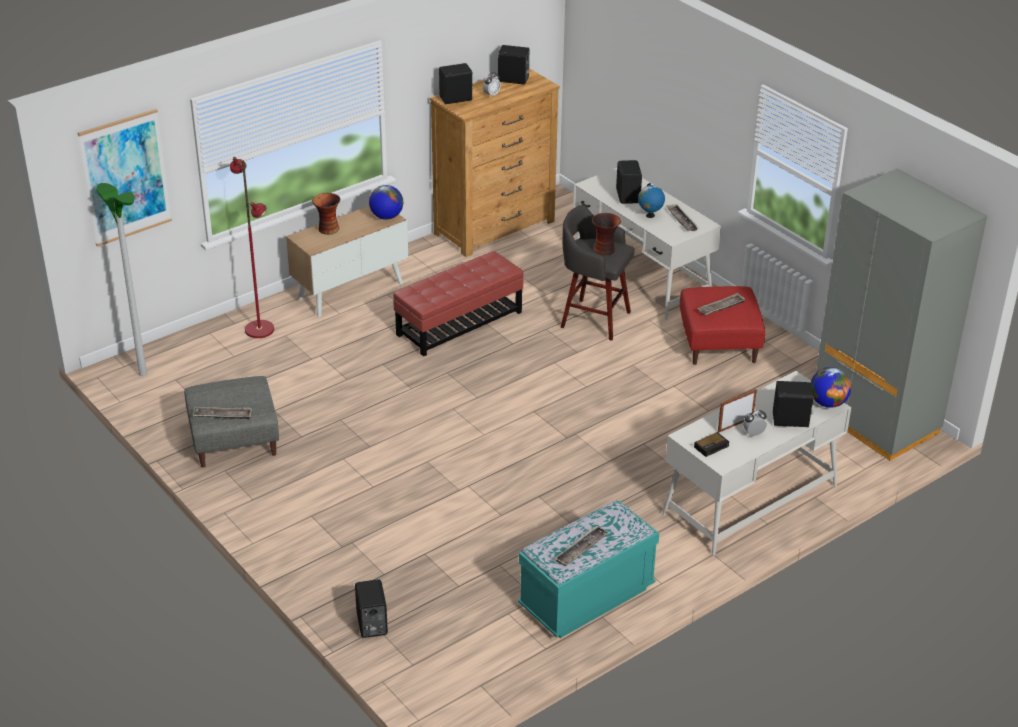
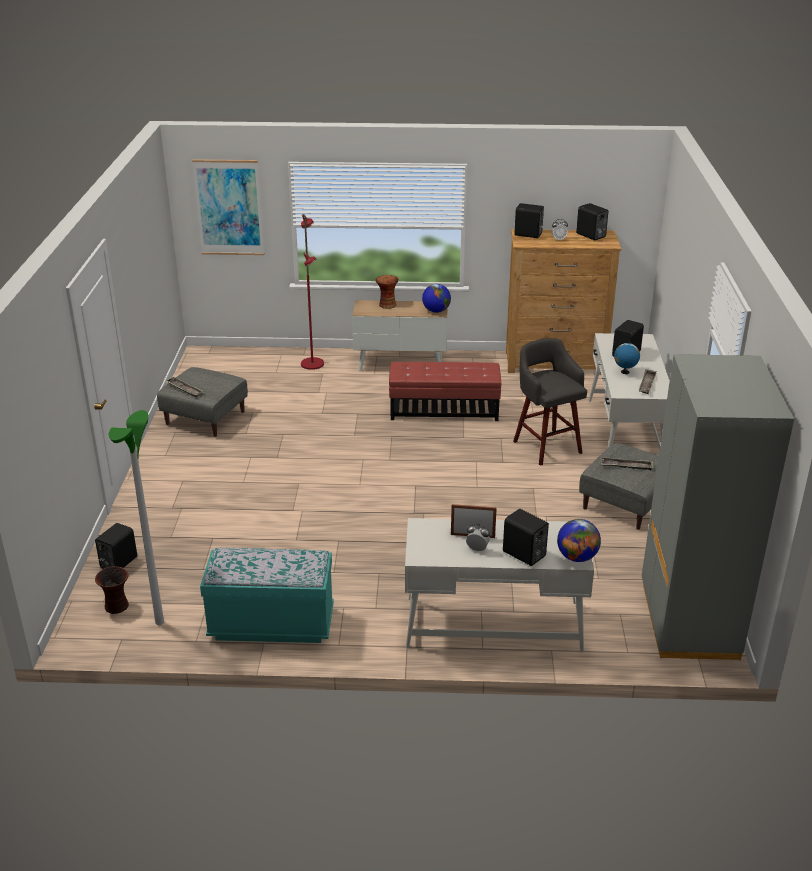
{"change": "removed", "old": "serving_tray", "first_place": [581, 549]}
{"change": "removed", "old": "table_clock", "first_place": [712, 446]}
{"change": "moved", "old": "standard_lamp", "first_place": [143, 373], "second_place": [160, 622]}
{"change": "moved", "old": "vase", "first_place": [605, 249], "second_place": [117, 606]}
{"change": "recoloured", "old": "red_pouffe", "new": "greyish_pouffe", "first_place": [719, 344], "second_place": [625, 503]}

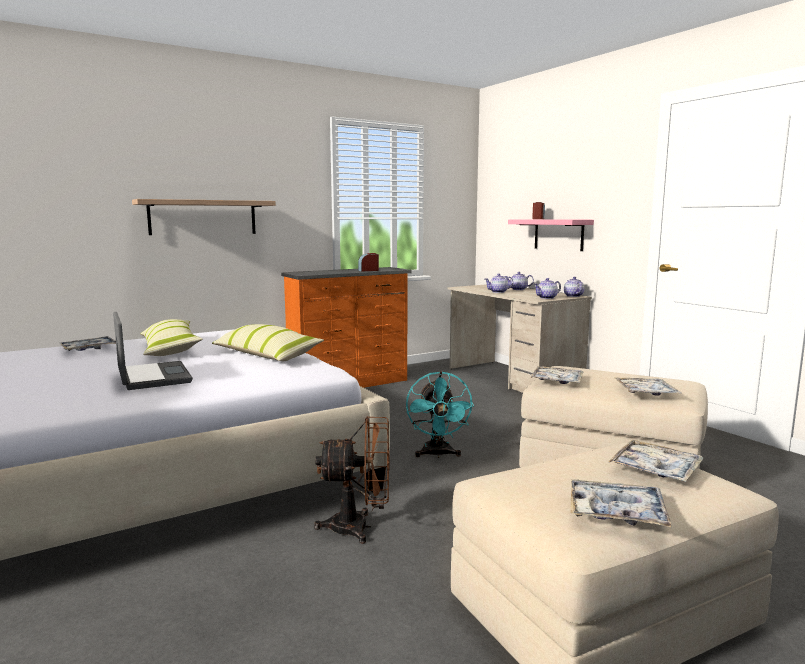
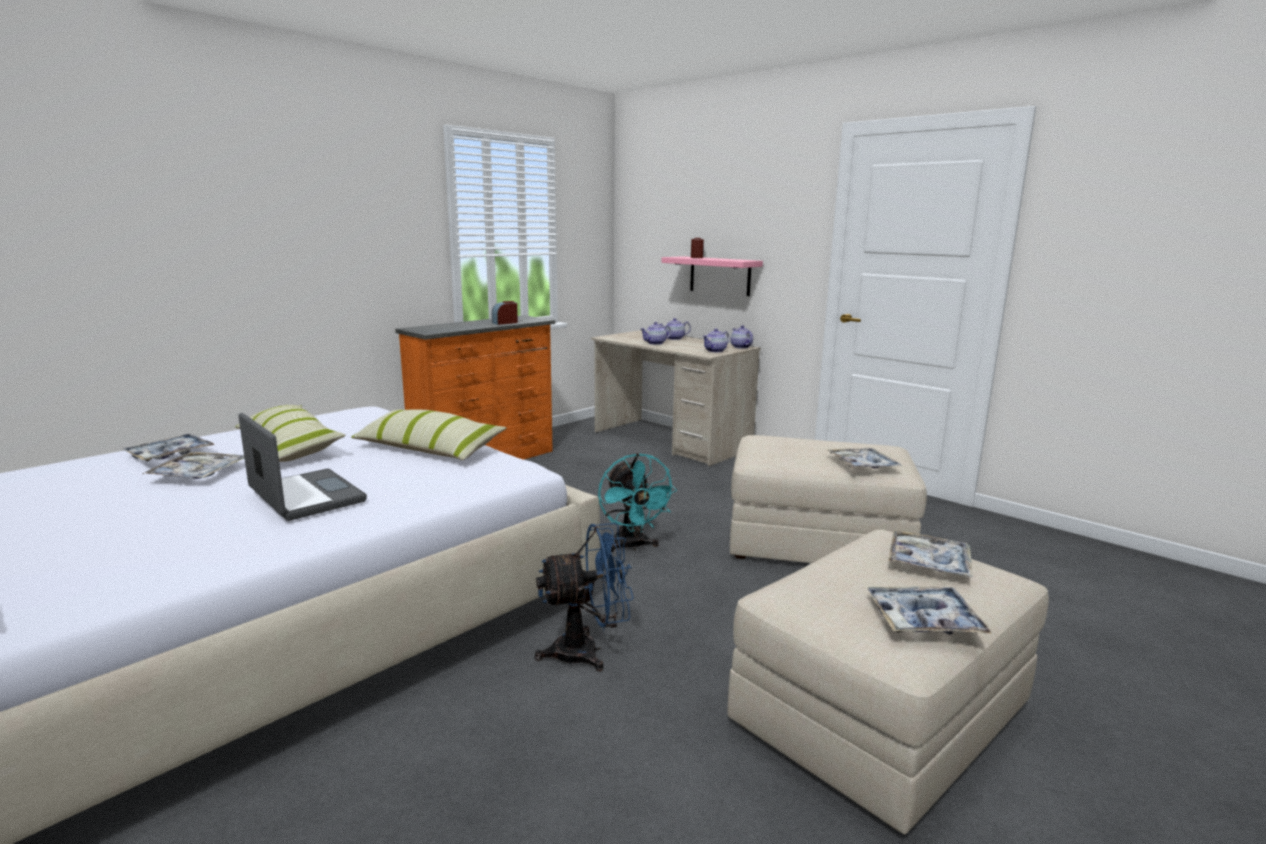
{"change": "removed", "old": "shelf", "first_place": [203, 217]}
{"change": "moved", "old": "serving_tray", "first_place": [557, 381], "second_place": [198, 474]}
{"change": "recoloured", "old": "brown_electric_fan", "new": "bluish_electric_fan", "first_place": [359, 527], "second_place": [587, 651]}

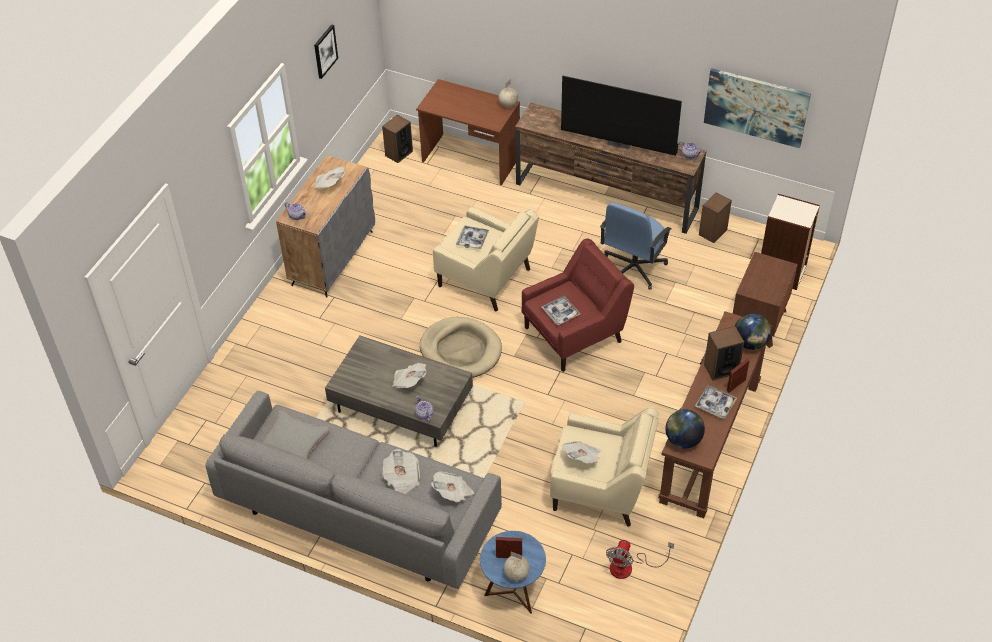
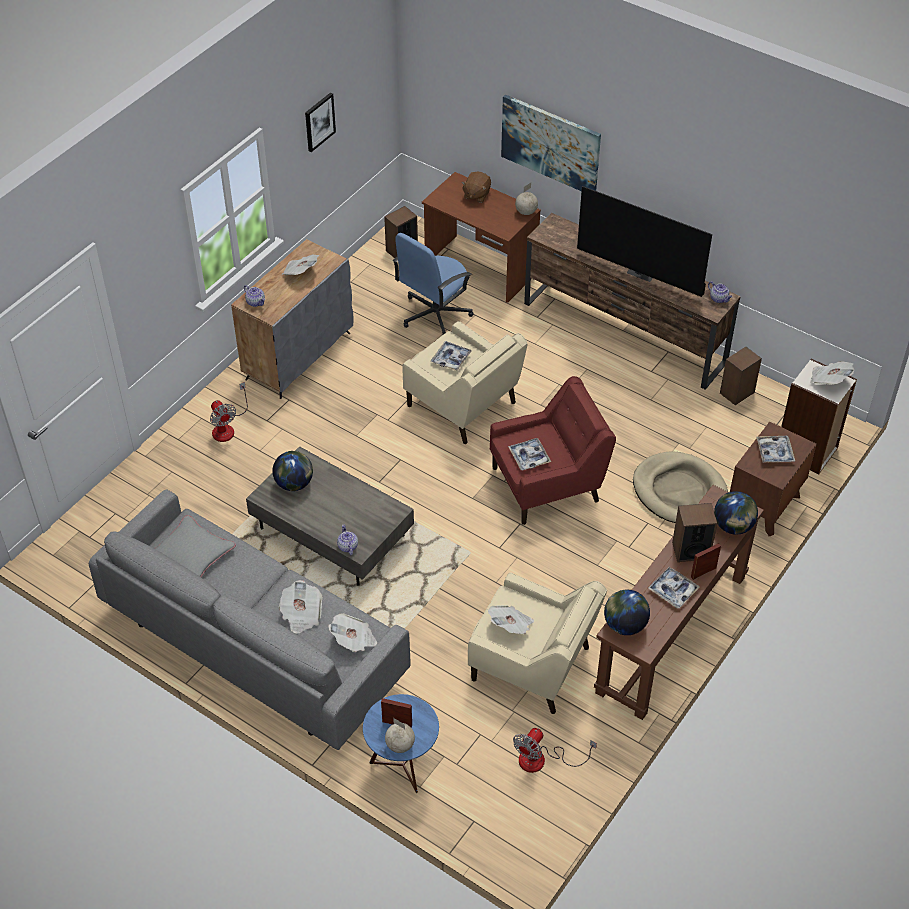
{"change": "added", "new": "electric_fan", "second_place": [227, 427]}
{"change": "added", "new": "globe", "second_place": [294, 483]}
{"change": "added", "new": "brown_soft_toy", "second_place": [476, 195]}
{"change": "added", "new": "serving_tray", "second_place": [774, 452]}
{"change": "moved", "old": "printed_paper", "first_place": [409, 381], "second_place": [829, 380]}
{"change": "moved", "old": "beige_pet_bed", "first_place": [461, 350], "second_place": [679, 491]}
{"change": "moved", "old": "bluish_desk_chair", "first_place": [633, 268], "second_place": [434, 314]}
{"change": "moved", "old": "wall_art", "first_place": [756, 107], "second_place": [550, 144]}

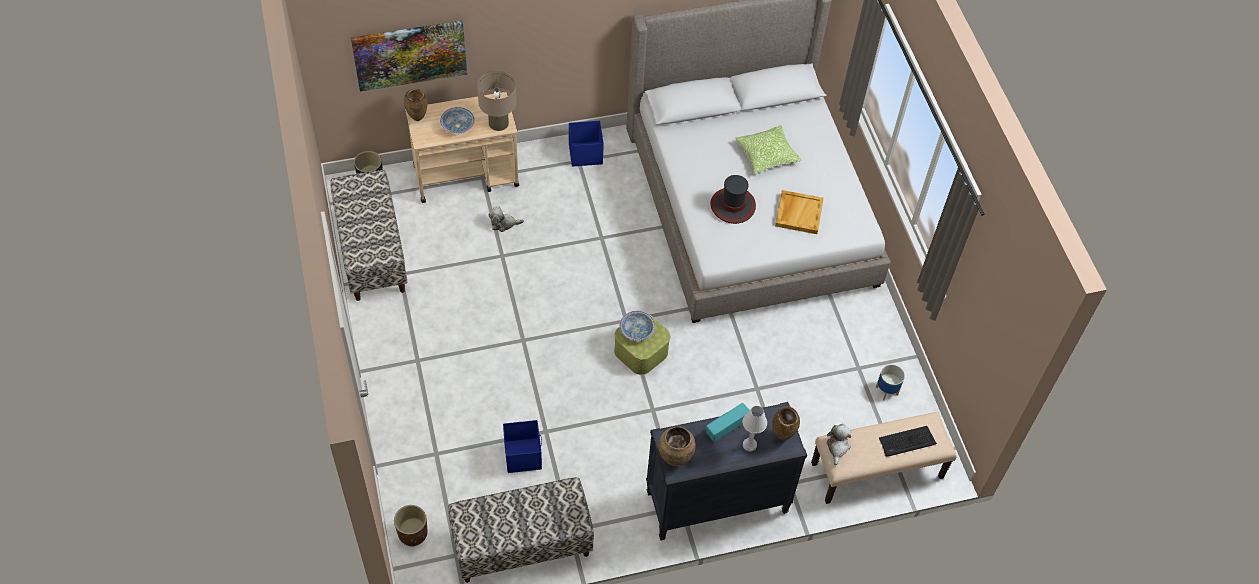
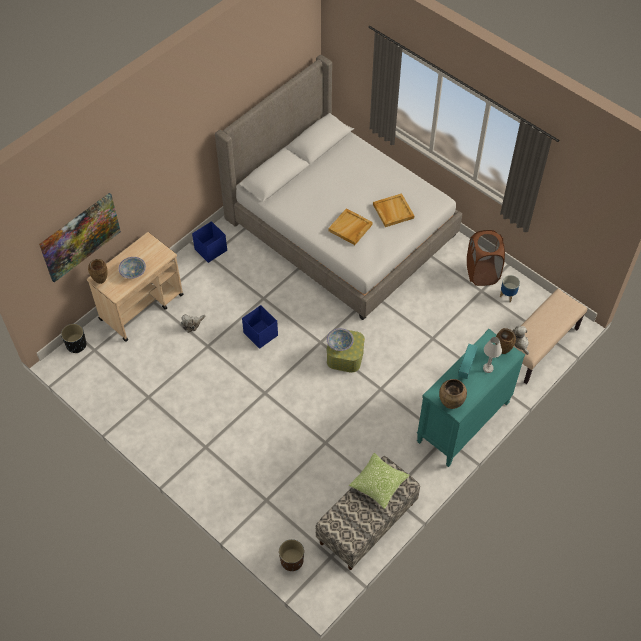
{"change": "removed", "old": "long_seat", "first_place": [371, 252]}
{"change": "removed", "old": "beige_table_lamp", "first_place": [498, 123]}
{"change": "removed", "old": "computer_keyboard", "first_place": [907, 441]}
{"change": "added", "new": "brown_washing_basket", "second_place": [482, 273]}
{"change": "moved", "old": "bluish_storage_container", "first_place": [523, 455], "second_place": [260, 334]}
{"change": "moved", "old": "throw_pillow", "first_place": [767, 155], "second_place": [378, 484]}
{"change": "replaced", "old": "clothing_hat", "new": "beige_serving_tray", "first_place": [733, 206], "second_place": [350, 228]}
{"change": "recoloured", "old": "black_drawer_chest", "new": "blue-green_drawer_chest", "first_place": [716, 503], "second_place": [463, 423]}

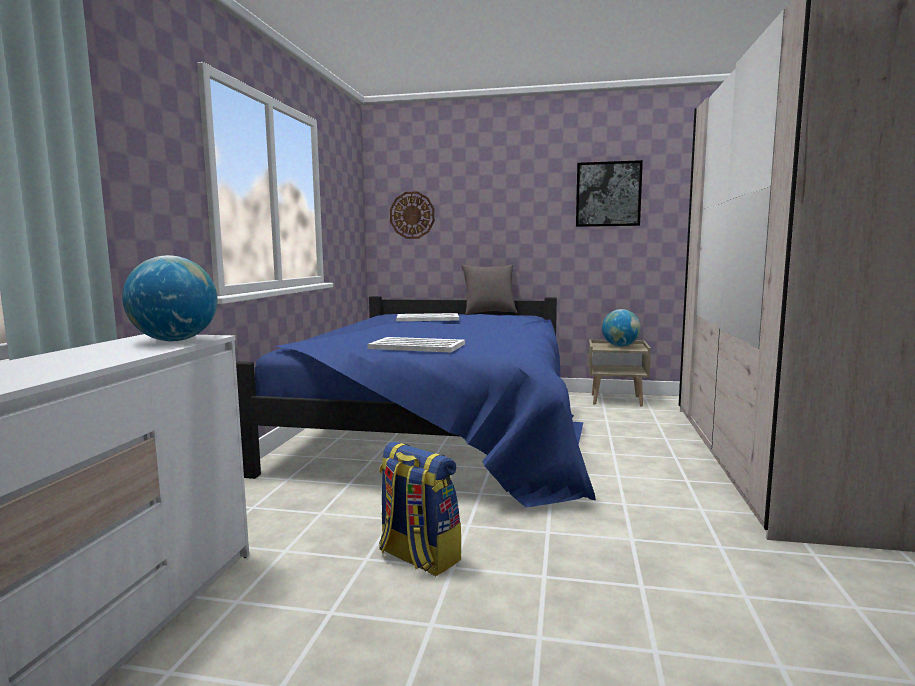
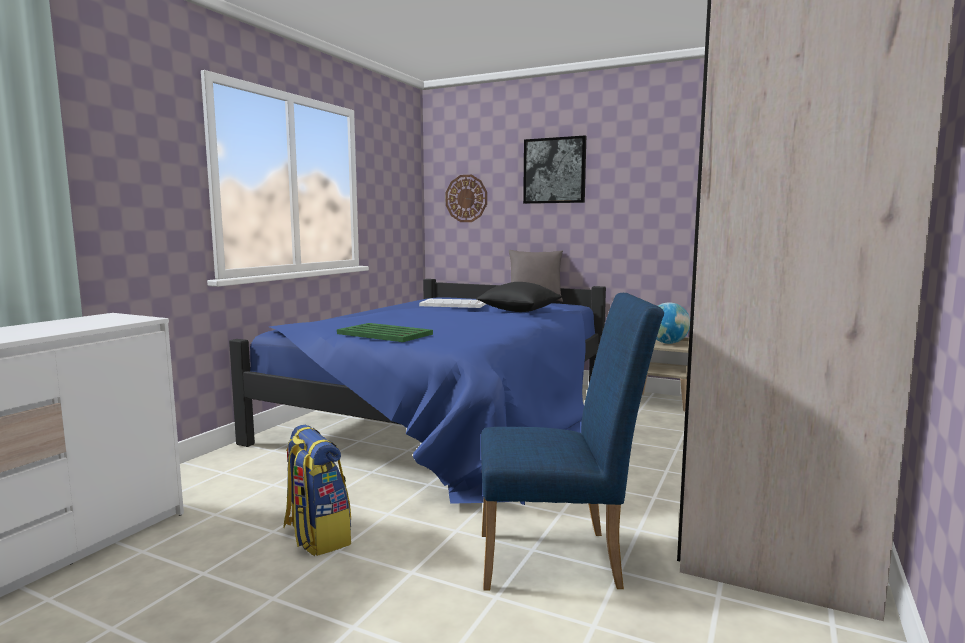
{"change": "removed", "old": "globe", "first_place": [174, 341]}
{"change": "added", "new": "black_throw_pillow", "second_place": [519, 311]}
{"change": "added", "new": "bluish_upright_chair", "second_place": [560, 559]}
{"change": "moved", "old": "wall_art", "first_place": [608, 194], "second_place": [554, 170]}
{"change": "recoloured", "old": "whitish_serving_tray", "new": "green-coloured_serving_tray", "first_place": [418, 346], "second_place": [385, 334]}

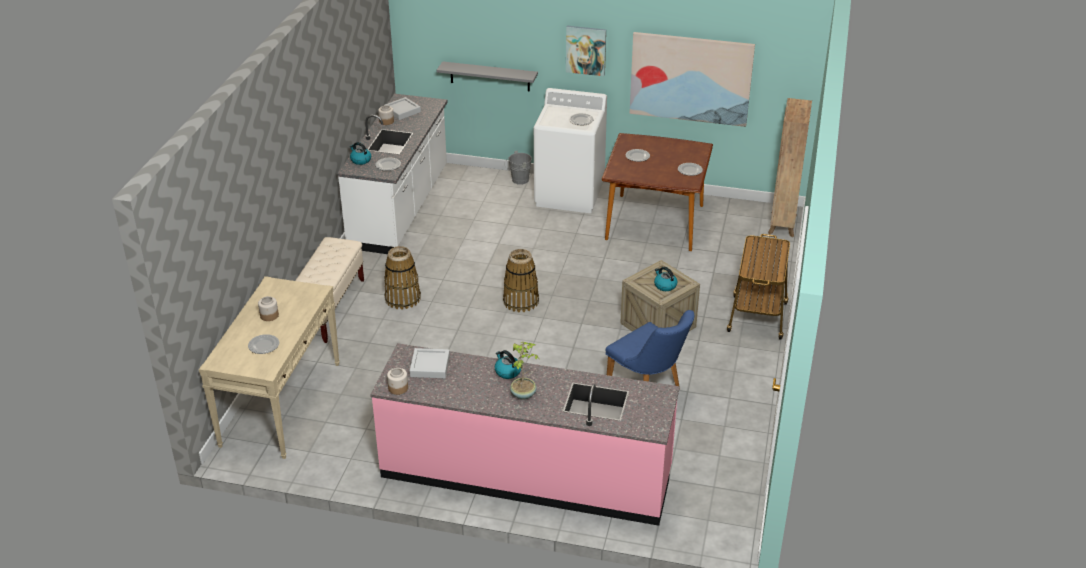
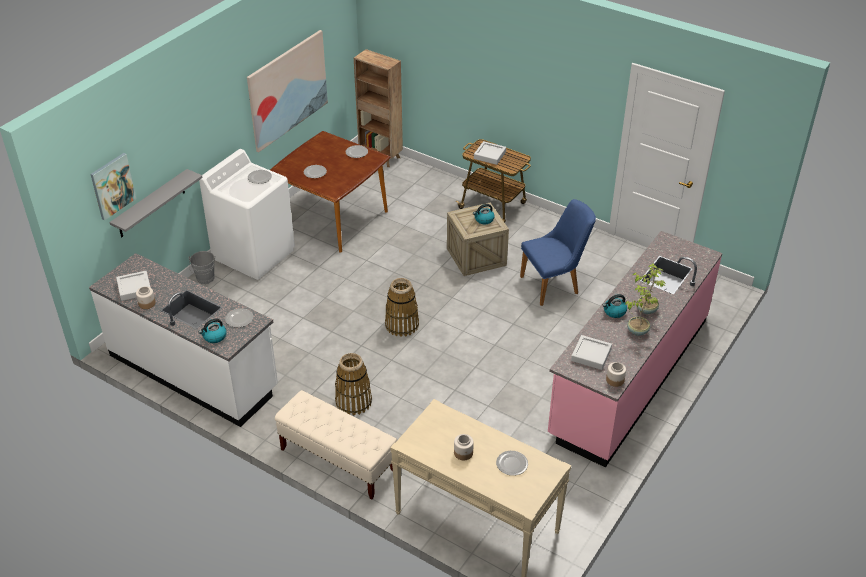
{"change": "added", "new": "greyish_serving_tray", "second_place": [489, 155]}
{"change": "added", "new": "houseplant", "second_place": [637, 331]}
{"change": "moved", "old": "wall_art", "first_place": [586, 50], "second_place": [112, 186]}

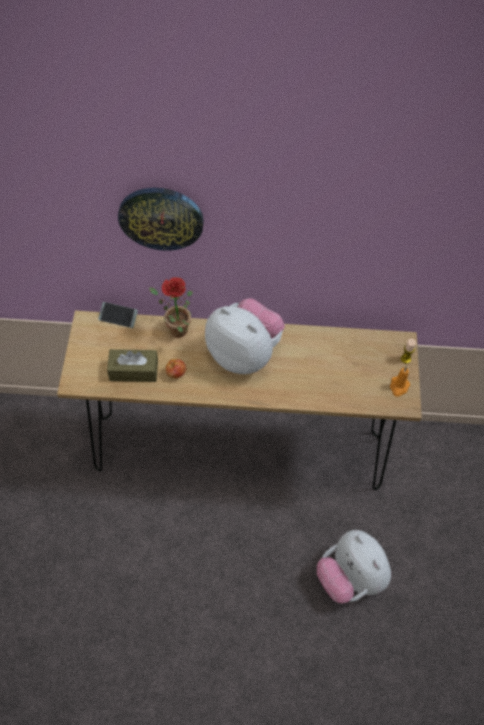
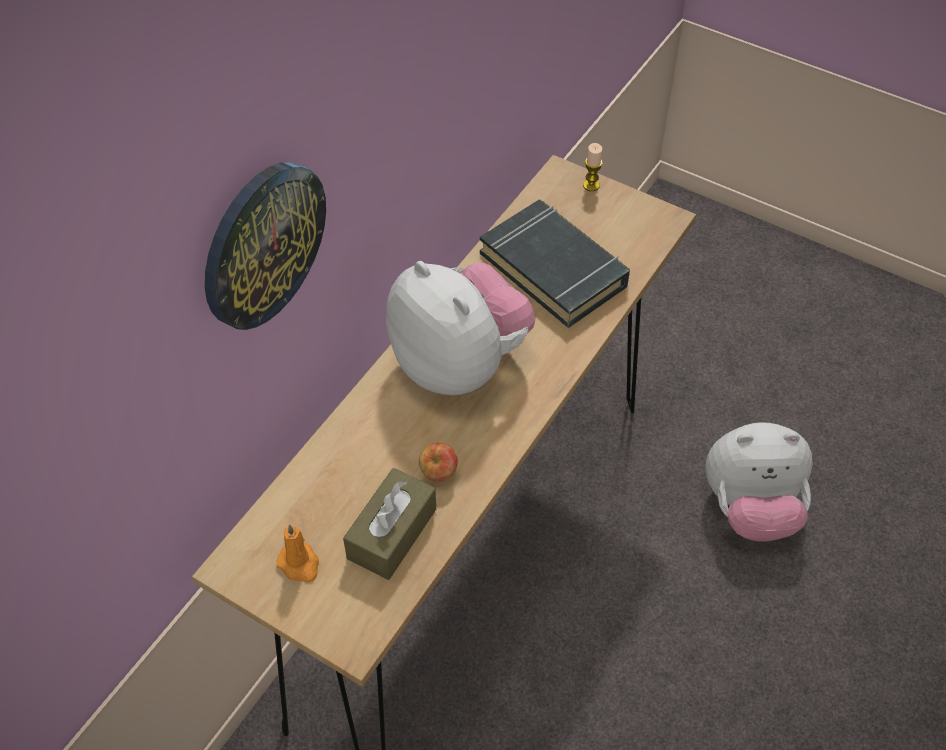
{"change": "removed", "old": "telephone", "first_place": [118, 317]}
{"change": "removed", "old": "houseplant", "first_place": [174, 329]}
{"change": "added", "new": "black_book", "second_place": [554, 269]}
{"change": "moved", "old": "orange_candle", "first_place": [399, 387], "second_place": [300, 564]}
{"change": "turned", "old": "soft_toy", "first_place": [244, 353], "second_place": [459, 364], "degrees": 75}

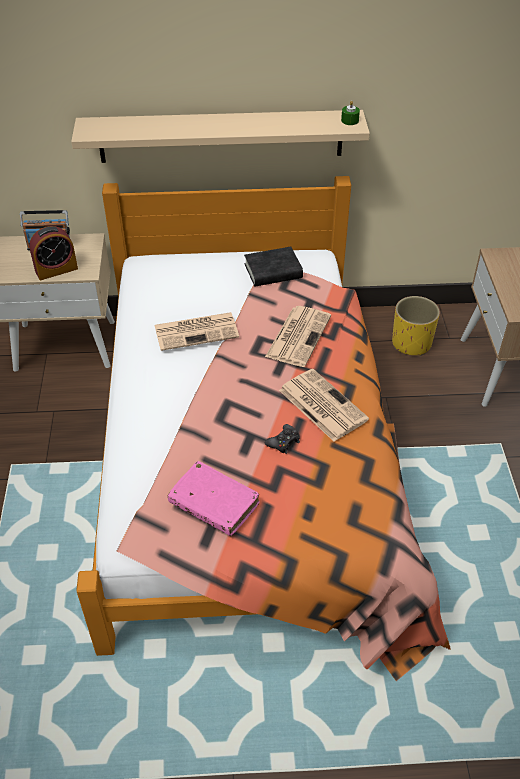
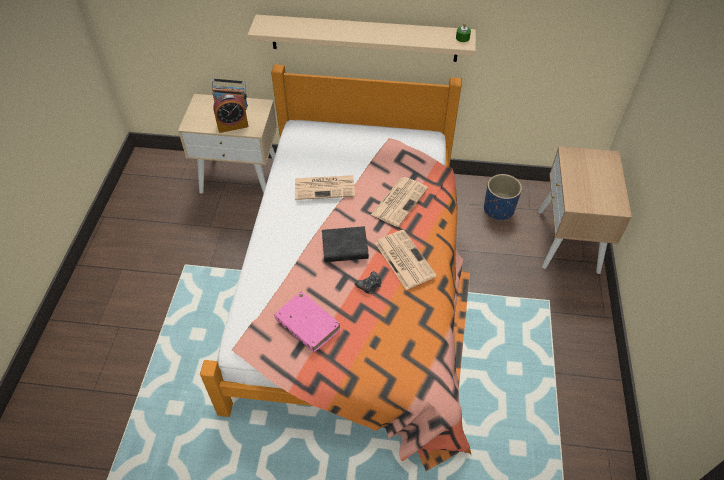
{"change": "moved", "old": "black_book", "first_place": [273, 271], "second_place": [345, 247]}
{"change": "recoloured", "old": "yellow-coloured_flower_pot", "new": "bluish_flower_pot", "first_place": [411, 343], "second_place": [498, 209]}

